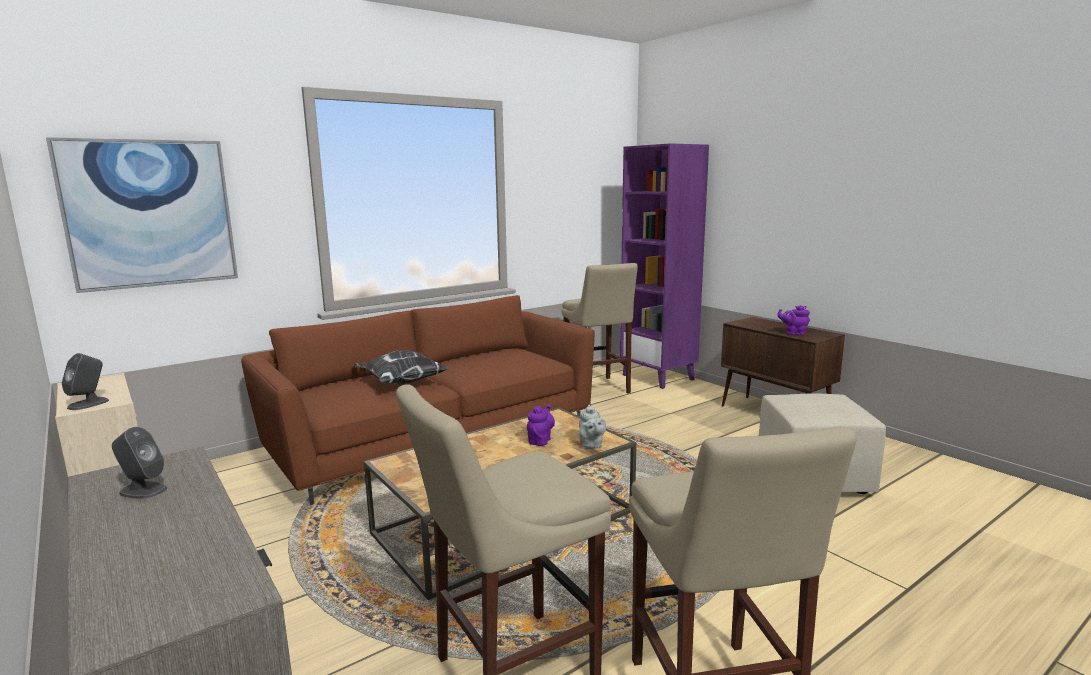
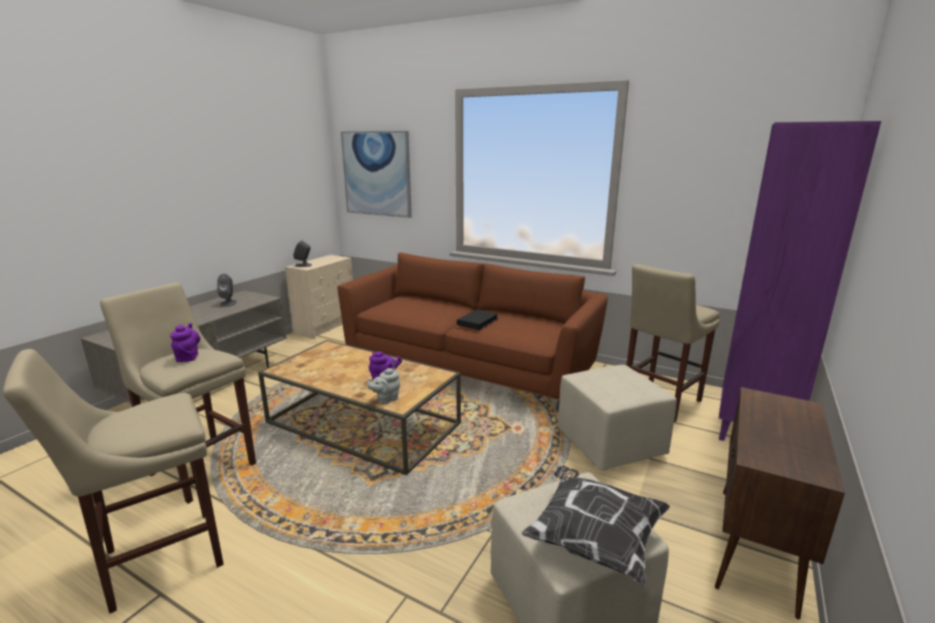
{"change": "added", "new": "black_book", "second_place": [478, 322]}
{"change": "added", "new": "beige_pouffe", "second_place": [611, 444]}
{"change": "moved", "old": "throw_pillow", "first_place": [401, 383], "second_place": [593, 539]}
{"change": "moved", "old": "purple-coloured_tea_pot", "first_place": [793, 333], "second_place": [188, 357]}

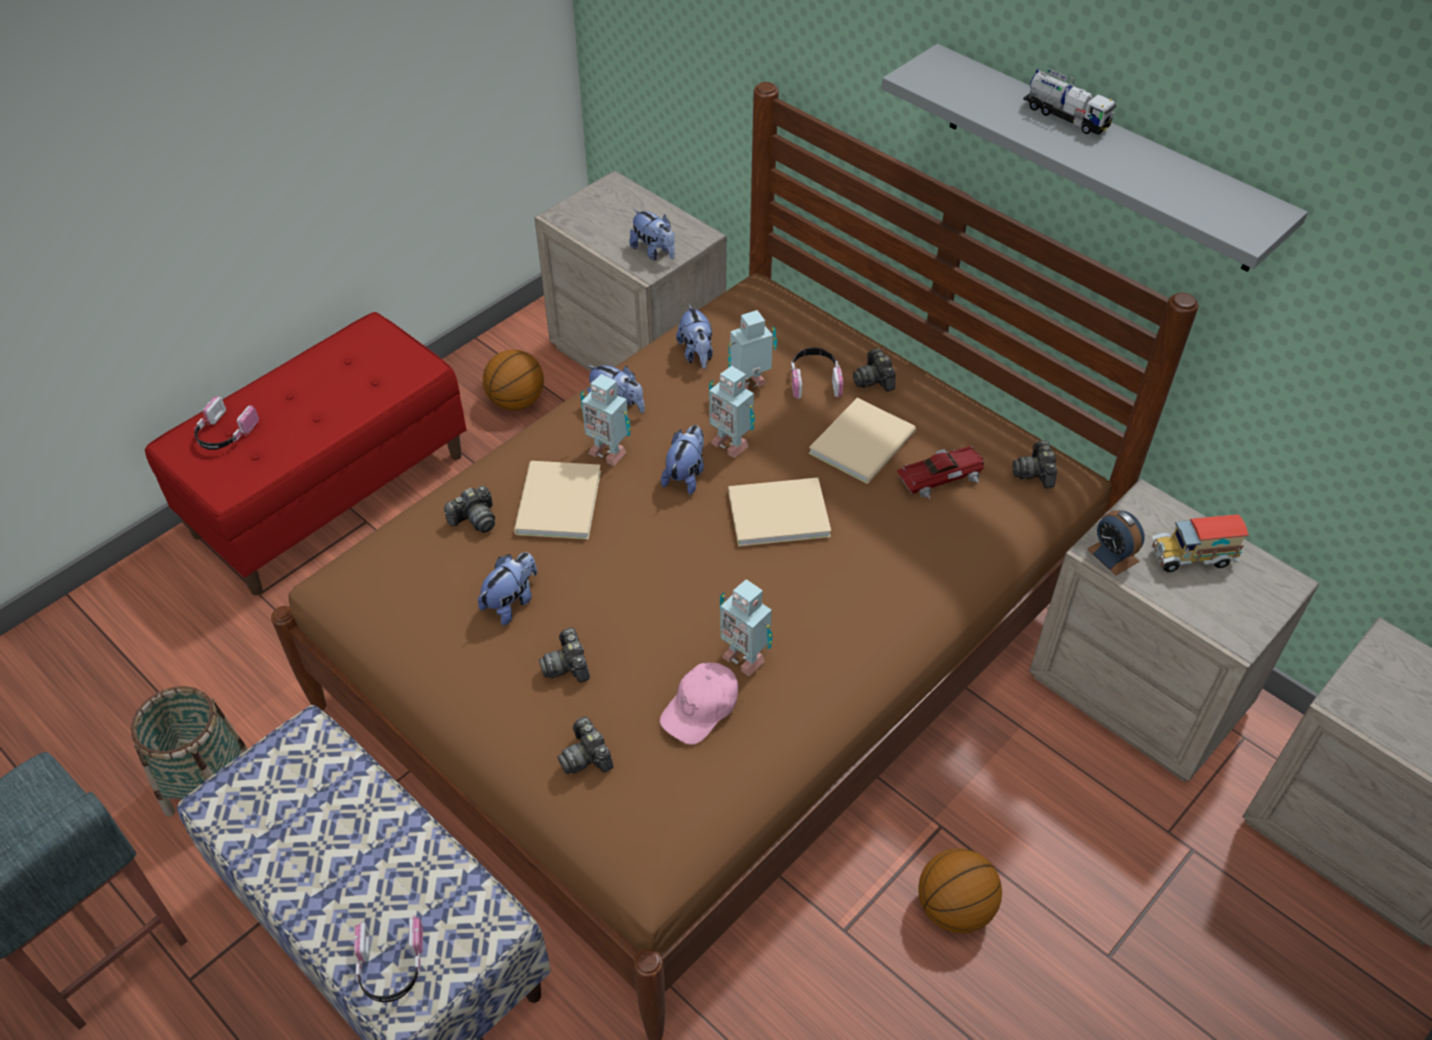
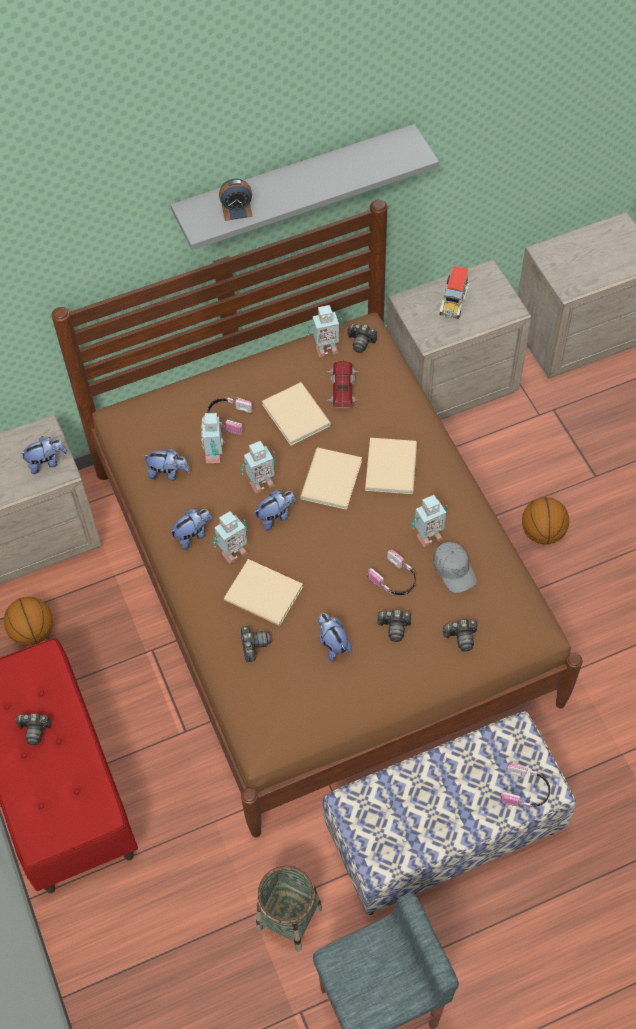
{"change": "removed", "old": "toy_lorry", "first_place": [1066, 117]}
{"change": "added", "new": "toy_robot", "second_place": [325, 348]}
{"change": "added", "new": "beige_book", "second_place": [393, 465]}
{"change": "moved", "old": "headset", "first_place": [224, 434], "second_place": [394, 580]}
{"change": "moved", "old": "still_camera", "first_place": [874, 380], "second_place": [34, 730]}
{"change": "moved", "old": "table_clock", "first_place": [1113, 555], "second_place": [237, 210]}
{"change": "recoloured", "old": "pink_baseball_cap", "new": "greyish_baseball_cap", "first_place": [701, 708], "second_place": [454, 570]}
{"change": "turned", "old": "soft_toy", "first_place": [686, 475], "second_place": [276, 516], "degrees": 105}

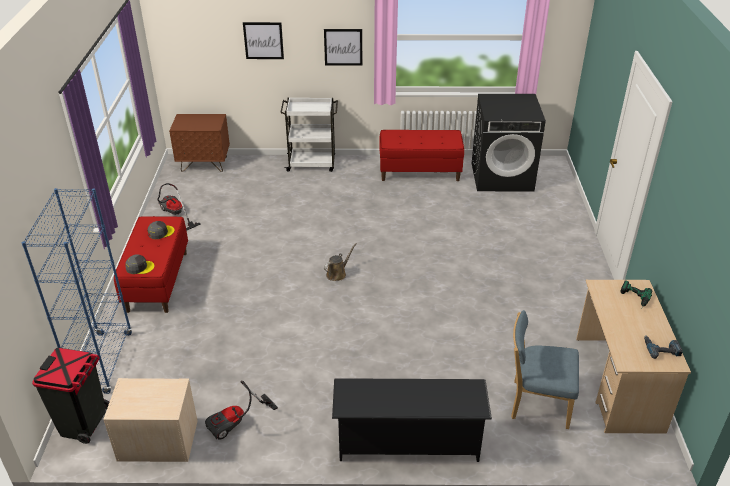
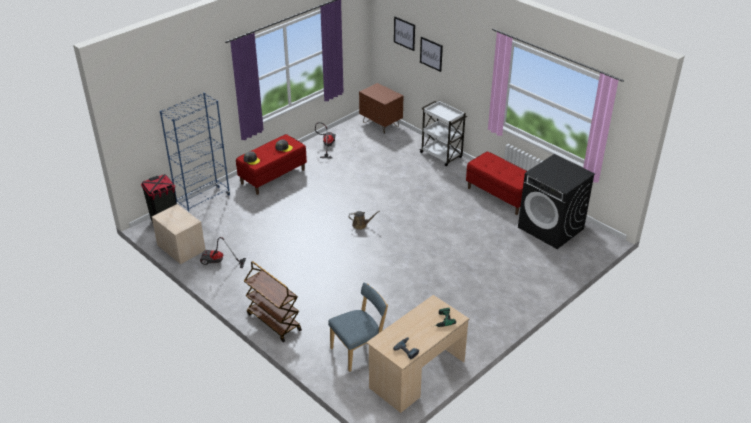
{"change": "moved", "old": "wall_art", "first_place": [343, 47], "second_place": [404, 33]}
{"change": "replaced", "old": "black_shoe_rack", "new": "brown_cart", "first_place": [408, 442], "second_place": [273, 322]}
{"change": "turned", "old": "bluish_upright_chair", "first_place": [536, 403], "second_place": [359, 351], "degrees": 90}

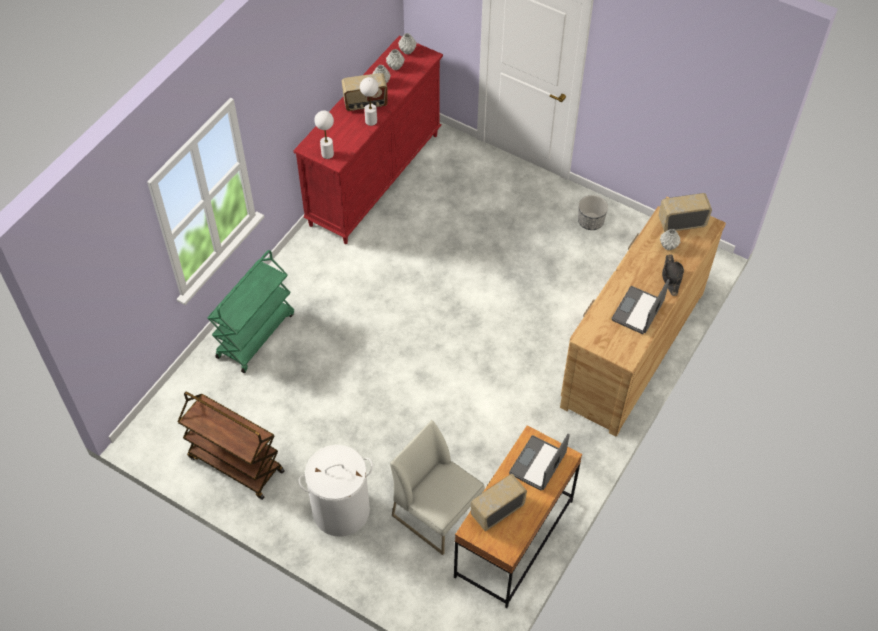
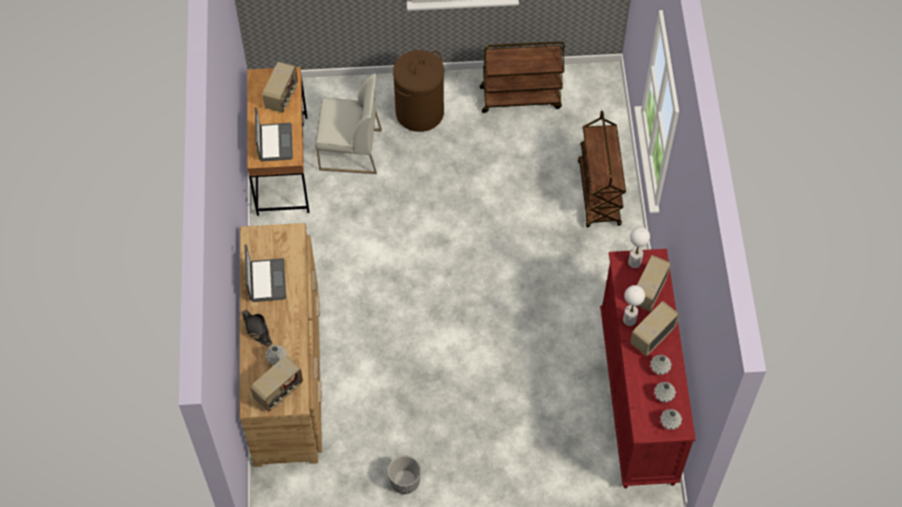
{"change": "added", "new": "radio_receiver", "second_place": [648, 291]}
{"change": "recoloured", "old": "green-coloured_cart", "new": "brown_cart", "first_place": [255, 334], "second_place": [599, 194]}
{"change": "recoloured", "old": "whitish_washing_basket", "new": "brown_washing_basket", "first_place": [341, 510], "second_place": [419, 112]}

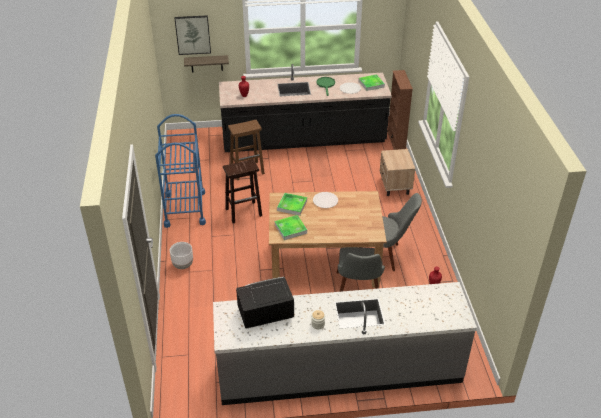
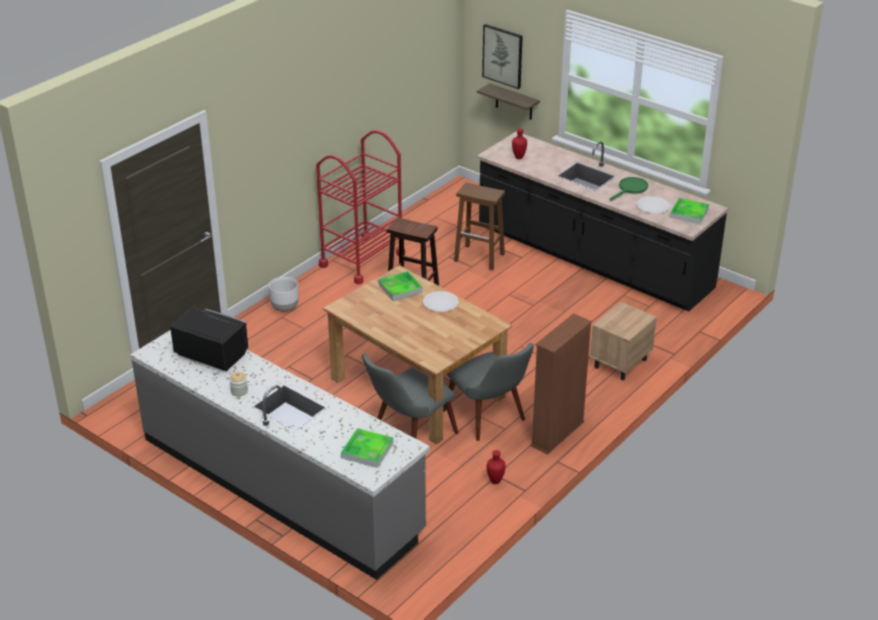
{"change": "moved", "old": "serving_tray", "first_place": [290, 229], "second_place": [367, 450]}
{"change": "moved", "old": "brown_bookcase", "first_place": [396, 140], "second_place": [557, 434]}
{"change": "recoloured", "old": "bluish_cart", "new": "red_cart", "first_place": [185, 209], "second_place": [362, 260]}

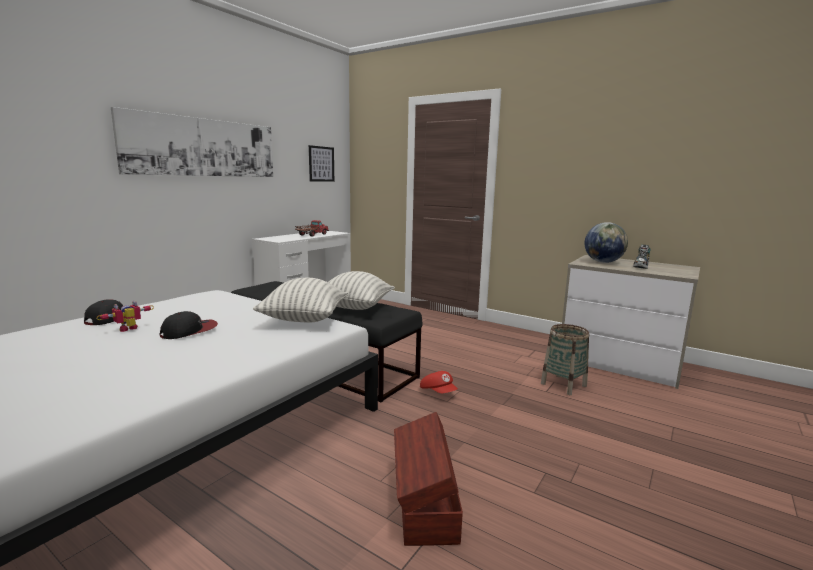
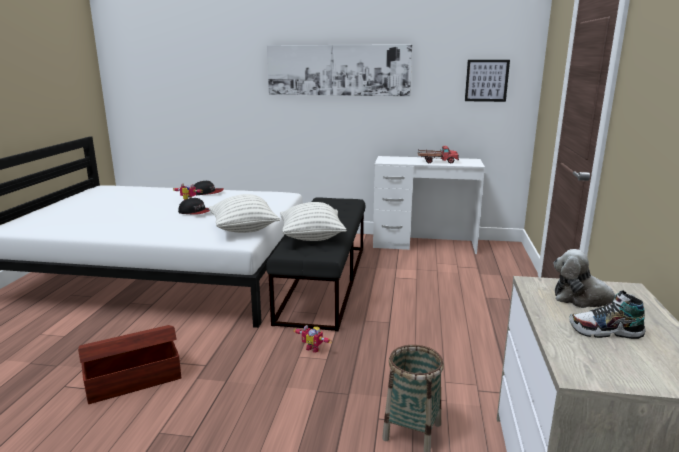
{"change": "replaced", "old": "red_baseball_cap", "new": "toy_robot", "first_place": [438, 392], "second_place": [314, 348]}
{"change": "replaced", "old": "globe", "new": "soft_toy", "first_place": [603, 262], "second_place": [584, 299]}

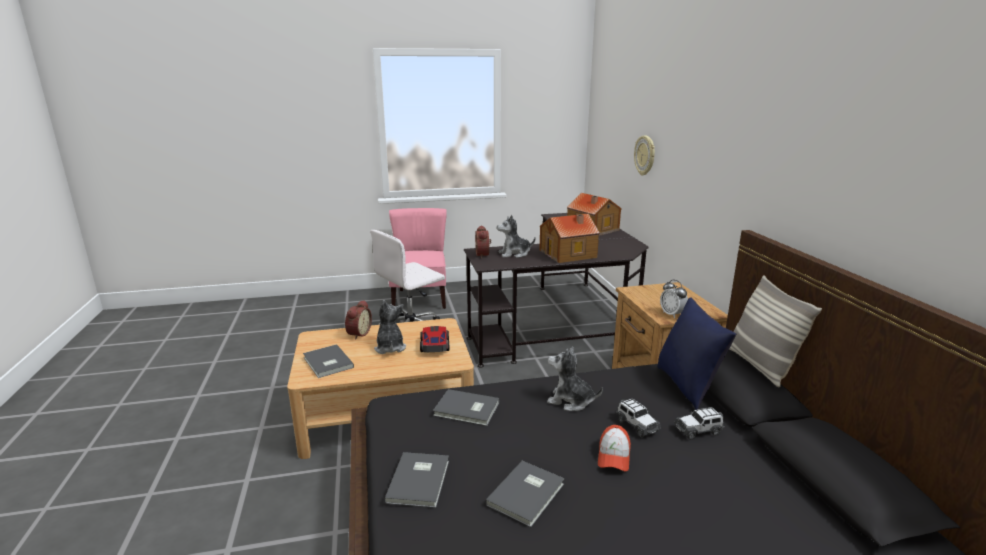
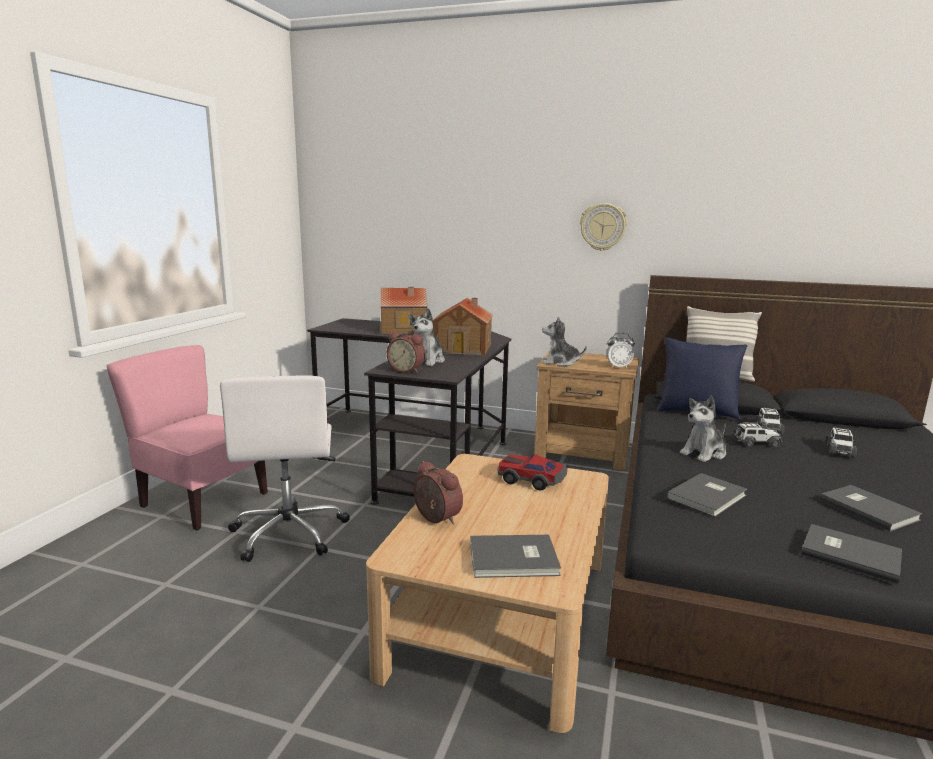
{"change": "removed", "old": "baseball_cap", "first_place": [613, 456]}
{"change": "added", "new": "miniature_car", "second_place": [839, 451]}
{"change": "moved", "old": "soft_toy", "first_place": [390, 347], "second_place": [560, 363]}
{"change": "moved", "old": "clock_on_the_wall", "first_place": [645, 155], "second_place": [603, 227]}

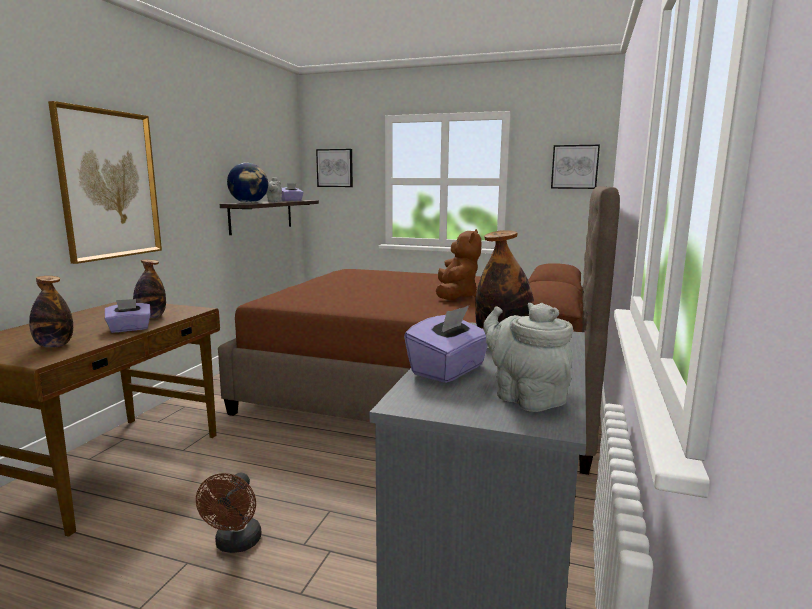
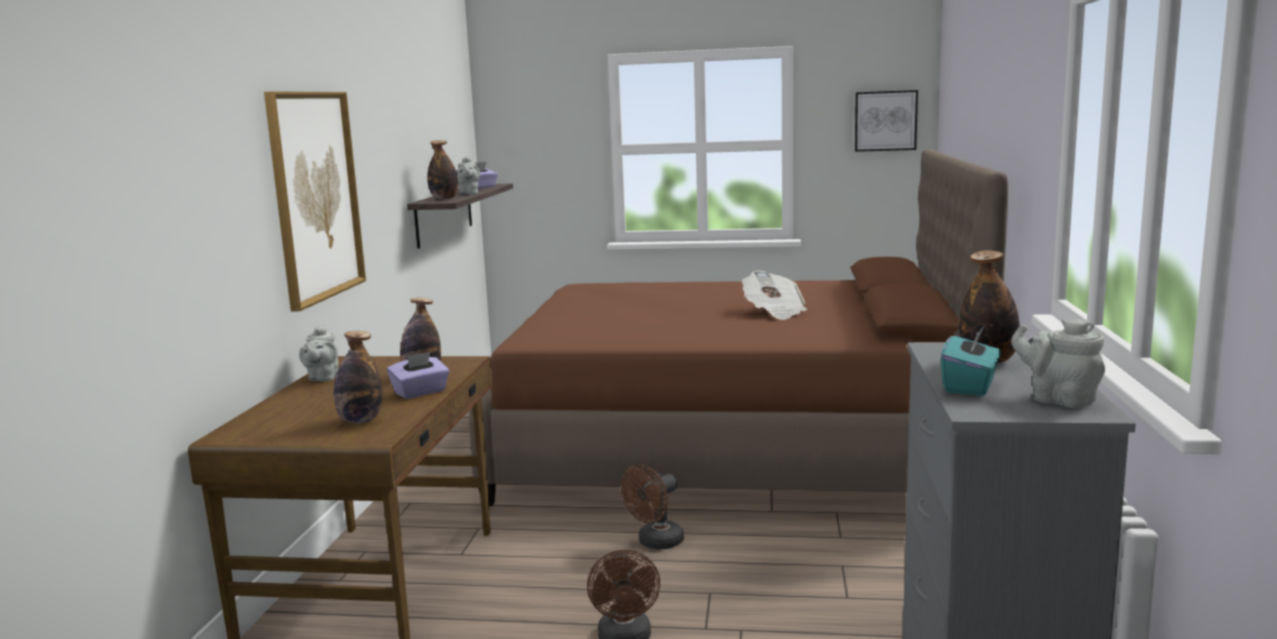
{"change": "removed", "old": "wall_art", "first_place": [335, 168]}
{"change": "added", "new": "greyish_tea_pot", "second_place": [322, 378]}
{"change": "added", "new": "brown_electric_fan", "second_place": [655, 543]}
{"change": "replaced", "old": "globe", "new": "drink_bottle", "first_place": [249, 203], "second_place": [444, 199]}
{"change": "replaced", "old": "brown_soft_toy", "new": "printed_paper", "first_place": [456, 296], "second_place": [774, 312]}
{"change": "recoloured", "old": "purple-coloured_box_of_tissues", "new": "blue-green_box_of_tissues", "first_place": [449, 370], "second_place": [970, 386]}

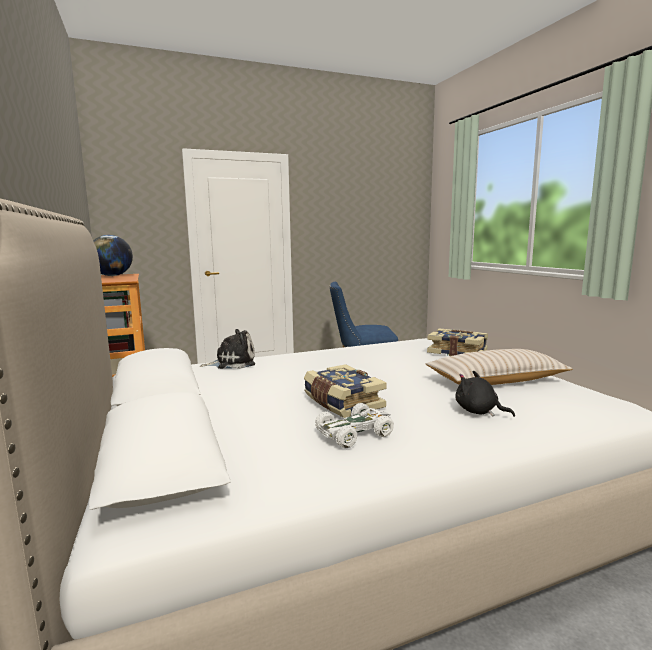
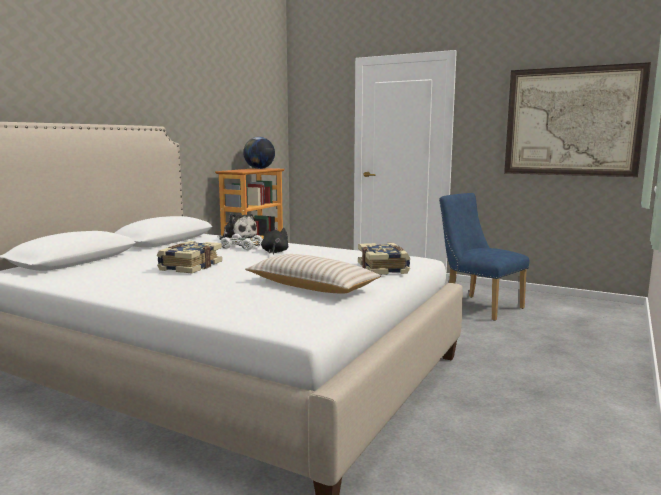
{"change": "added", "new": "wall_art", "second_place": [572, 122]}
{"change": "moved", "old": "whitish_miniature_car", "first_place": [355, 433], "second_place": [242, 247]}
{"change": "moved", "old": "black_soft_toy", "first_place": [478, 412], "second_place": [274, 252]}

